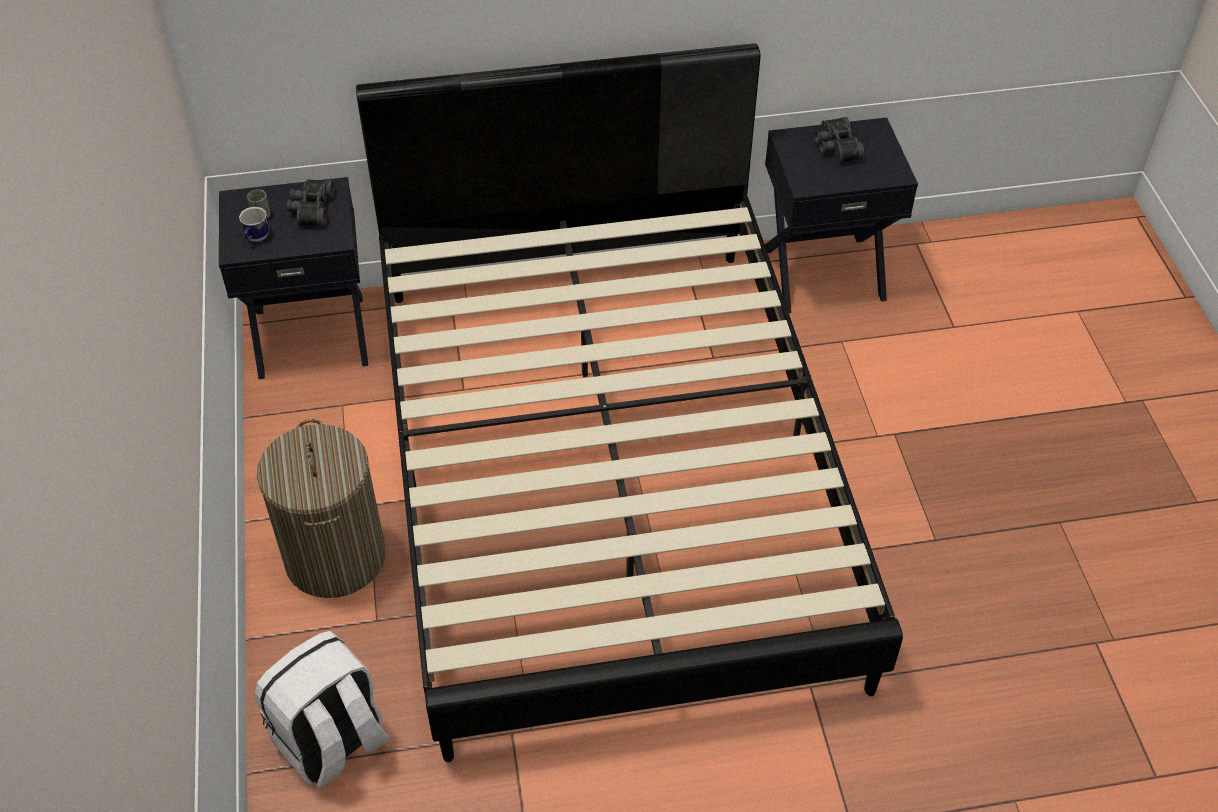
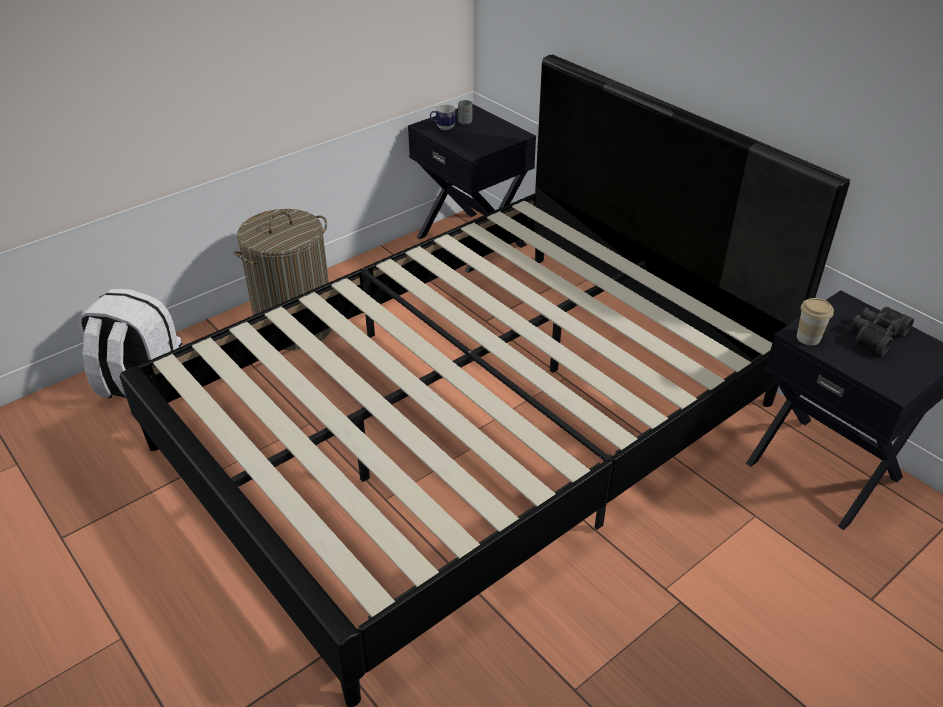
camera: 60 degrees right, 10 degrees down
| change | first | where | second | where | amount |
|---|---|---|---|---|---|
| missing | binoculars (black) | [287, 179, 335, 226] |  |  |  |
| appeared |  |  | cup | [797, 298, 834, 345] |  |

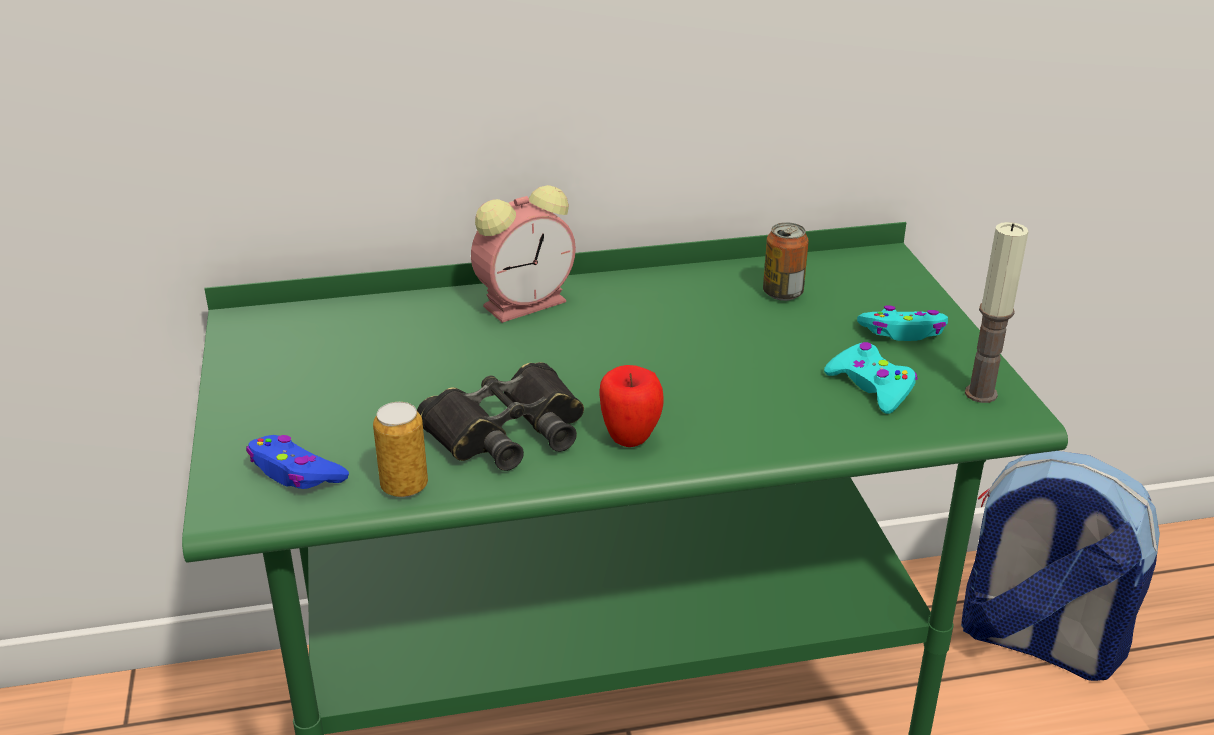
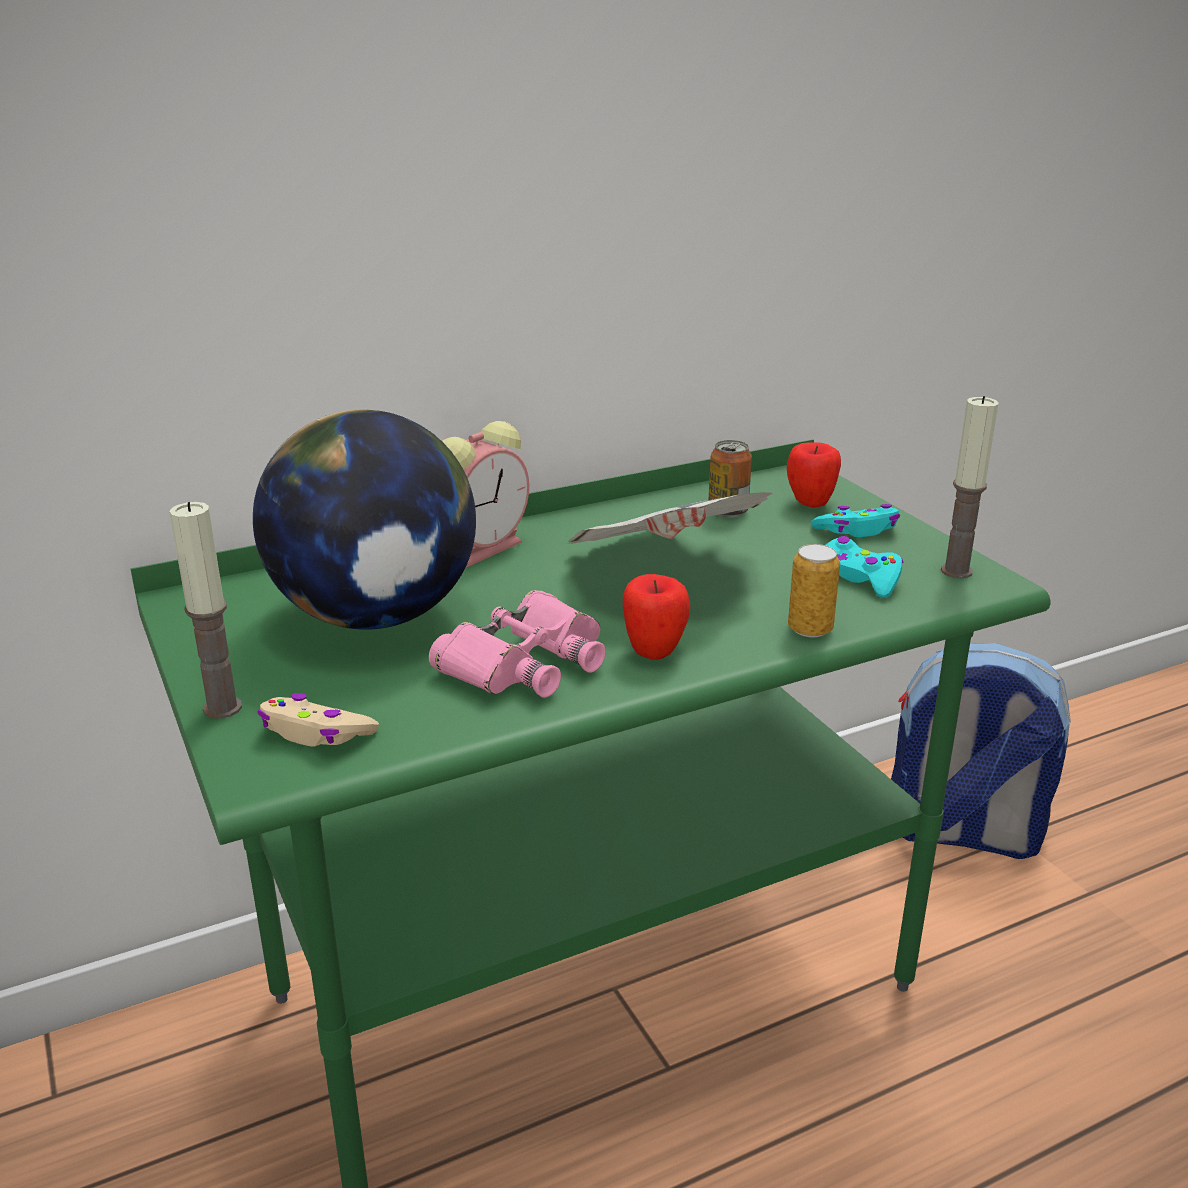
camera: 15 degrees left, 5 degrees down
| change | first | where | second | where | amount |
|---|---|---|---|---|---|
| colour | game controller (blue) | [246, 435, 349, 489] | game controller (beige) | [257, 693, 379, 746] |  |
| relocated | can | [373, 402, 428, 497] |  | [788, 544, 840, 637] |  |
| colour | binoculars (black) | [417, 362, 584, 471] | binoculars (pink) | [429, 590, 606, 698] |  |
| appeared |  |  | candle | [169, 502, 242, 719] |  |
| appeared |  |  | globe | [253, 410, 476, 630] |  |
| appeared |  |  | newspaper | [567, 492, 773, 544] |  |
| appeared |  |  | apple | [787, 442, 841, 508] |  |

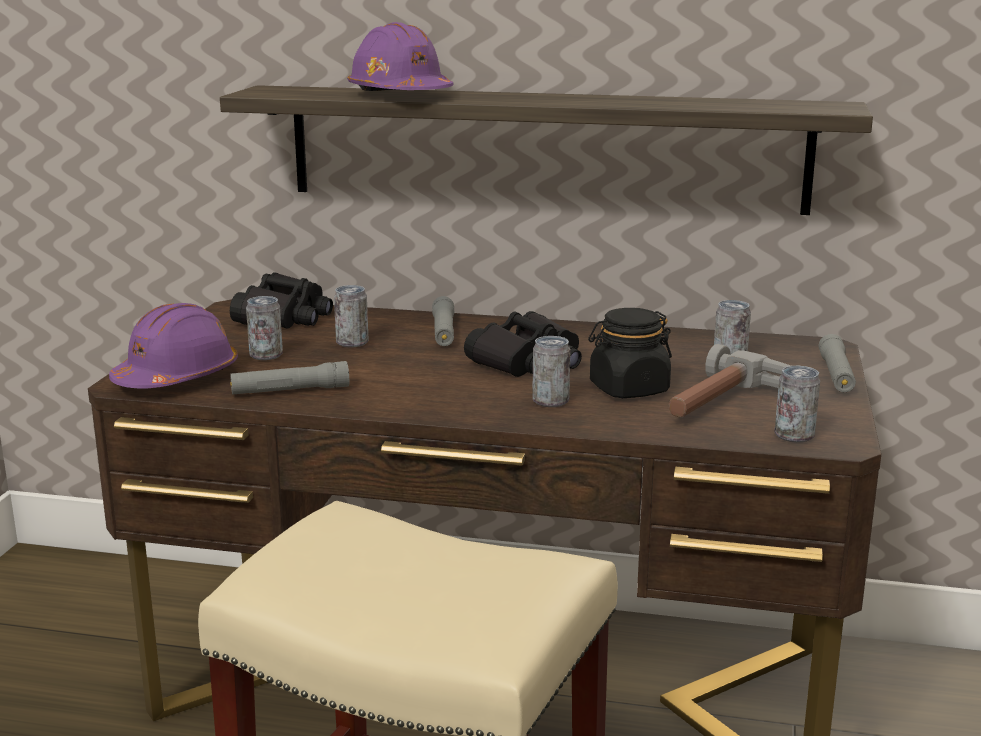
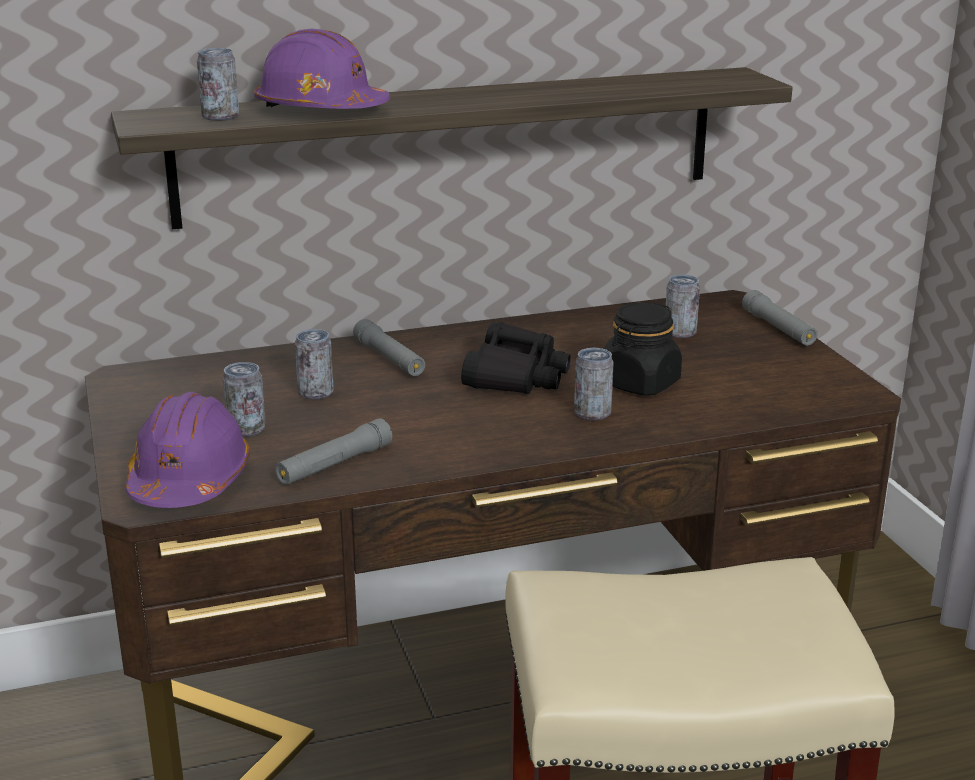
camera: 30 degrees left, 5 degrees up
| change | first | where | second | where | amount |
|---|---|---|---|---|---|
| missing | binoculars (black) | [230, 272, 333, 329] |  |  |  |
| missing | hammer | [669, 344, 791, 417] |  |  |  |
| relocated | can | [774, 366, 820, 443] |  | [197, 48, 239, 121] |  |

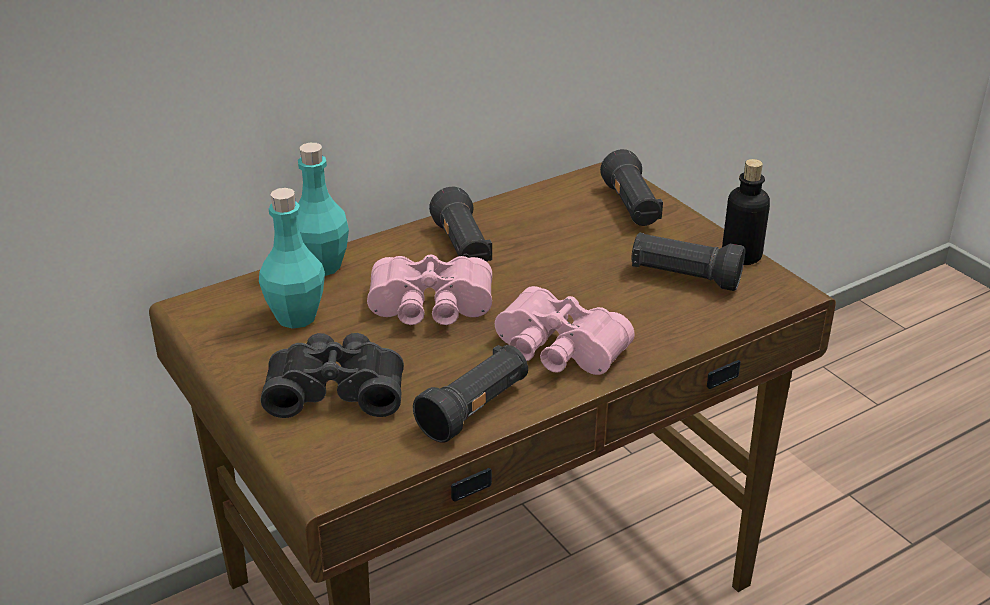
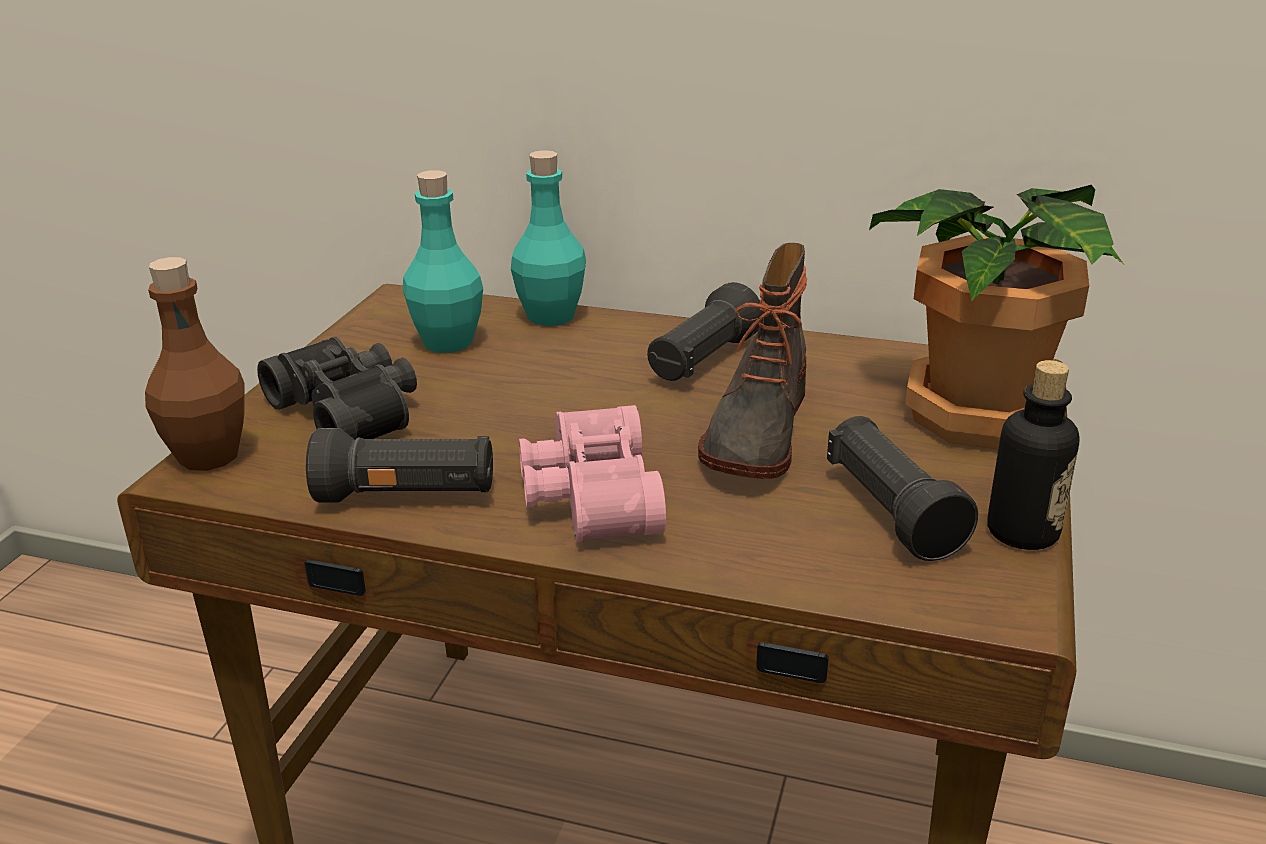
camera: 50 degrees right, 5 degrees down
| change | first | where | second | where | amount |
|---|---|---|---|---|---|
| missing | binoculars (pink) | [367, 254, 492, 325] |  |  |  |
| exchanged | flashlight (black) | [600, 149, 663, 226] | potted plant | [869, 185, 1123, 449] |  |
| appeared |  |  | bottle (brown) | [145, 257, 245, 471] |  |
| appeared |  |  | boot | [698, 243, 807, 479] |  |

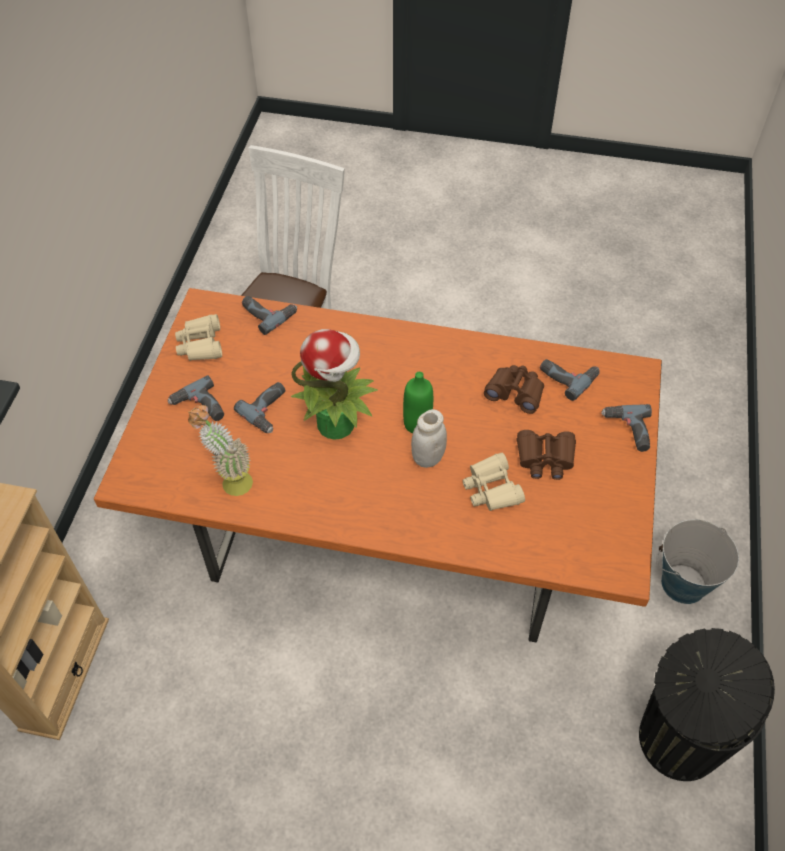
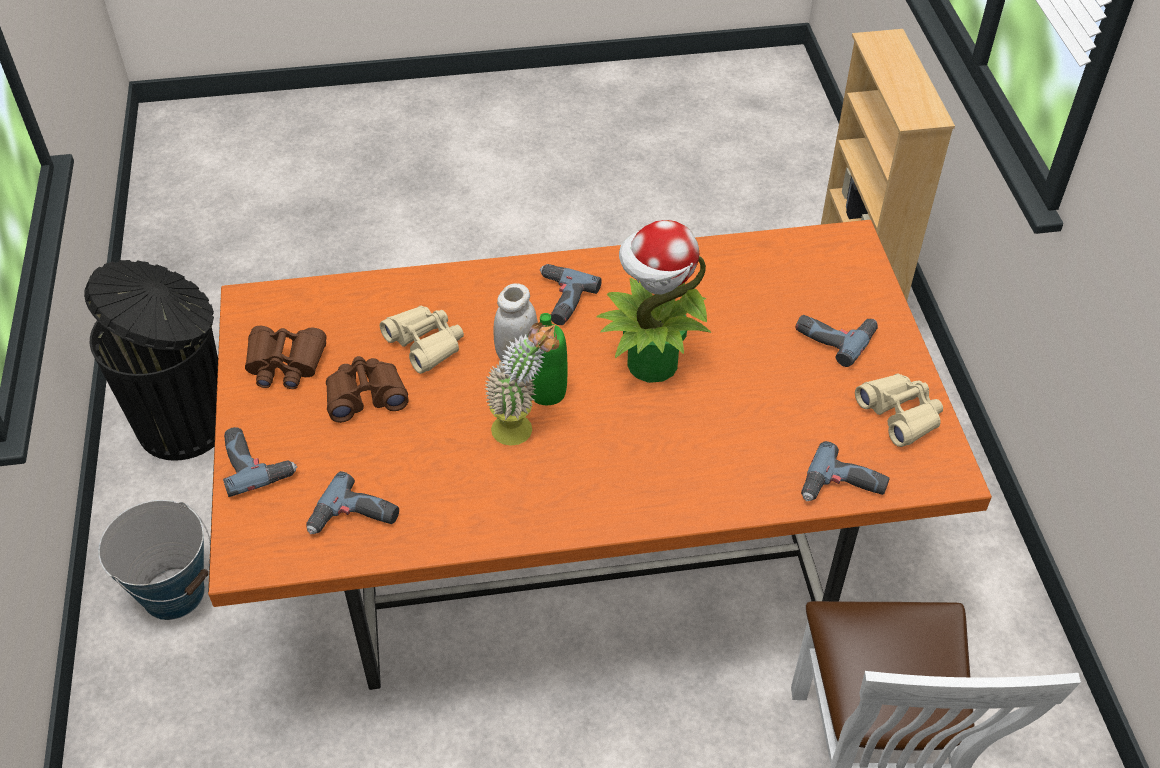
camera: 160 degrees right, 5 degrees down
| change | first | where | second | where | amount |
|---|---|---|---|---|---|
| relocated | potted plant | [188, 405, 253, 496] |  | [485, 323, 559, 446] |  |
| relocated | power drill | [234, 382, 285, 433] |  | [540, 264, 602, 325] |  |
| relocated | binoculars (brown) | [484, 365, 544, 414] |  | [245, 326, 326, 389] |  |

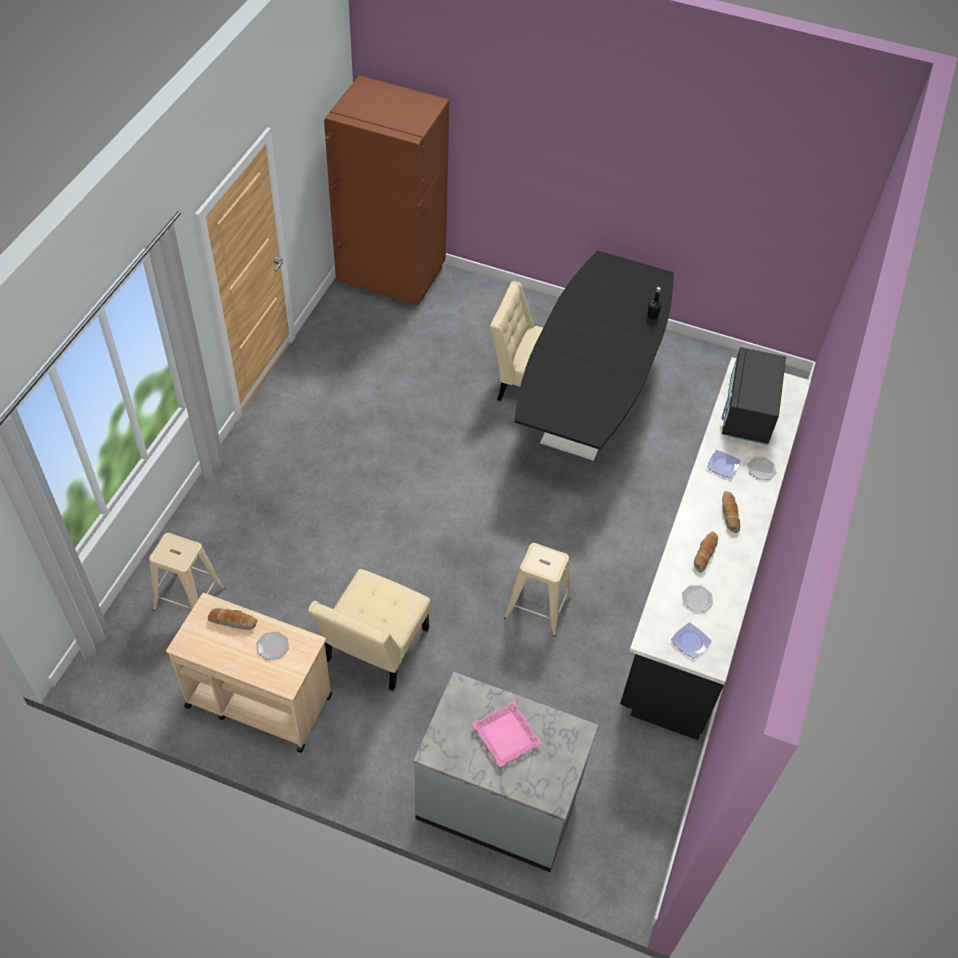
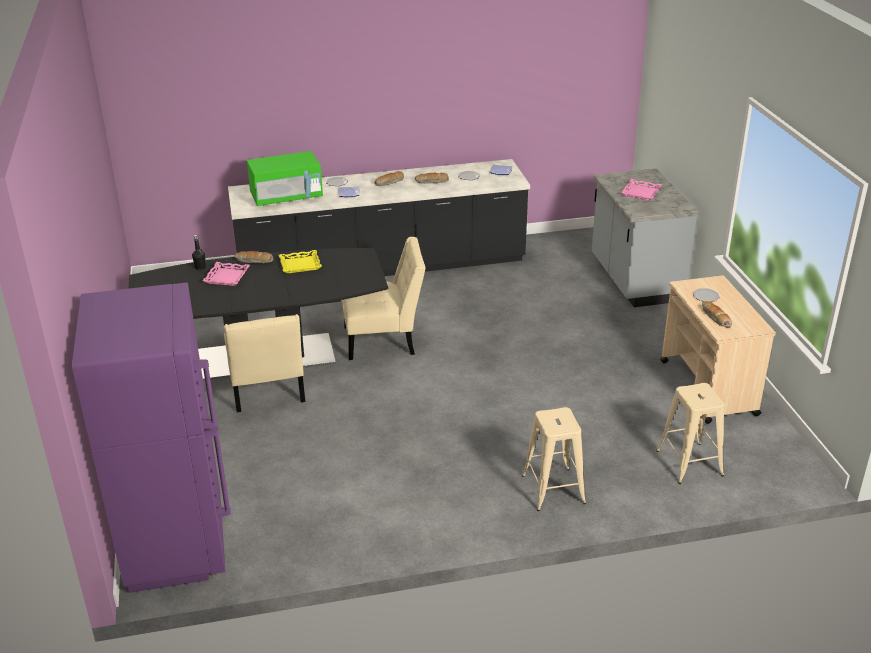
camera: 120 degrees left, 20 degrees down
| change | first | where | second | where | amount |
|---|---|---|---|---|---|
| relocated | chair (beige) | [308, 569, 431, 691] |  | [342, 237, 426, 360] |  |
| colour | fridge (brown) | [324, 76, 449, 305] | fridge (purple) | [72, 282, 231, 593] |  |
| relocated | stool (beige) | [504, 543, 571, 636] |  | [522, 407, 586, 511] |  |
| colour | microwave (black) | [721, 347, 786, 445] | microwave (green) | [247, 151, 323, 206] |  |
| appeared |  |  | tray (pink) | [202, 262, 250, 286] |  |
| appeared |  |  | bread | [234, 251, 273, 263] |  |
| appeared |  |  | tray (yellow) | [279, 250, 322, 273] |  |

